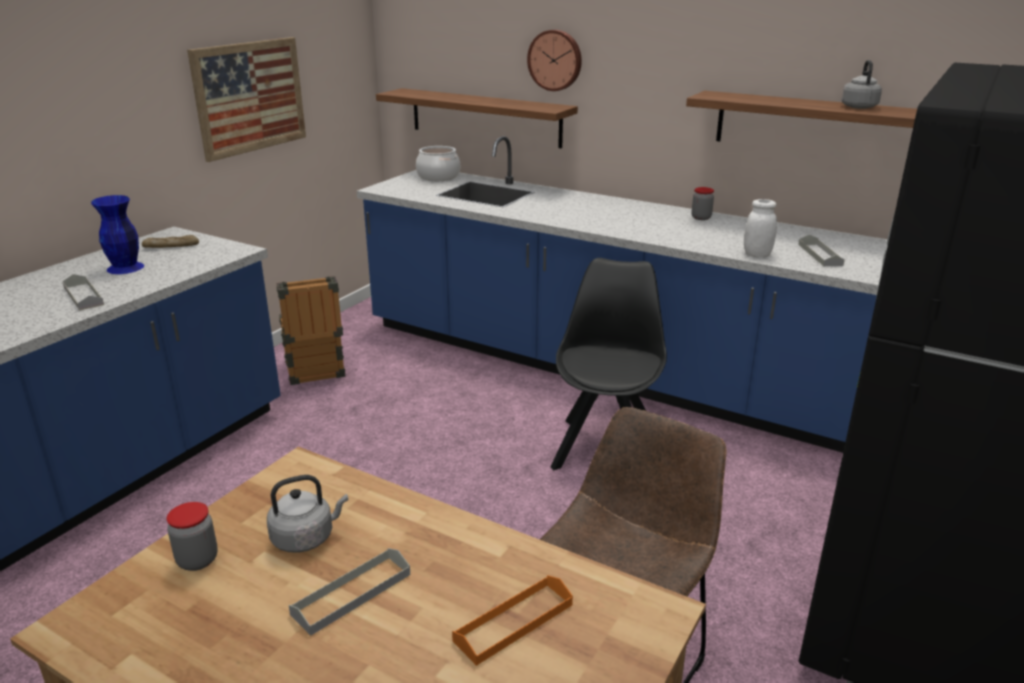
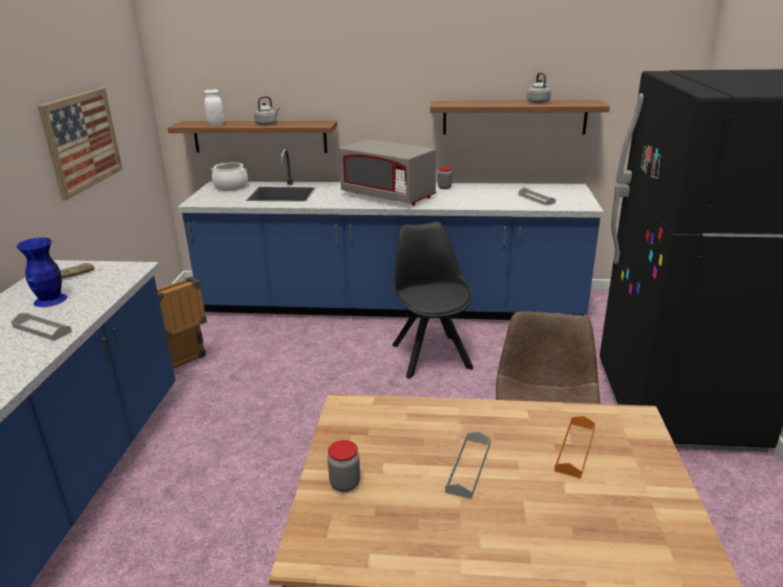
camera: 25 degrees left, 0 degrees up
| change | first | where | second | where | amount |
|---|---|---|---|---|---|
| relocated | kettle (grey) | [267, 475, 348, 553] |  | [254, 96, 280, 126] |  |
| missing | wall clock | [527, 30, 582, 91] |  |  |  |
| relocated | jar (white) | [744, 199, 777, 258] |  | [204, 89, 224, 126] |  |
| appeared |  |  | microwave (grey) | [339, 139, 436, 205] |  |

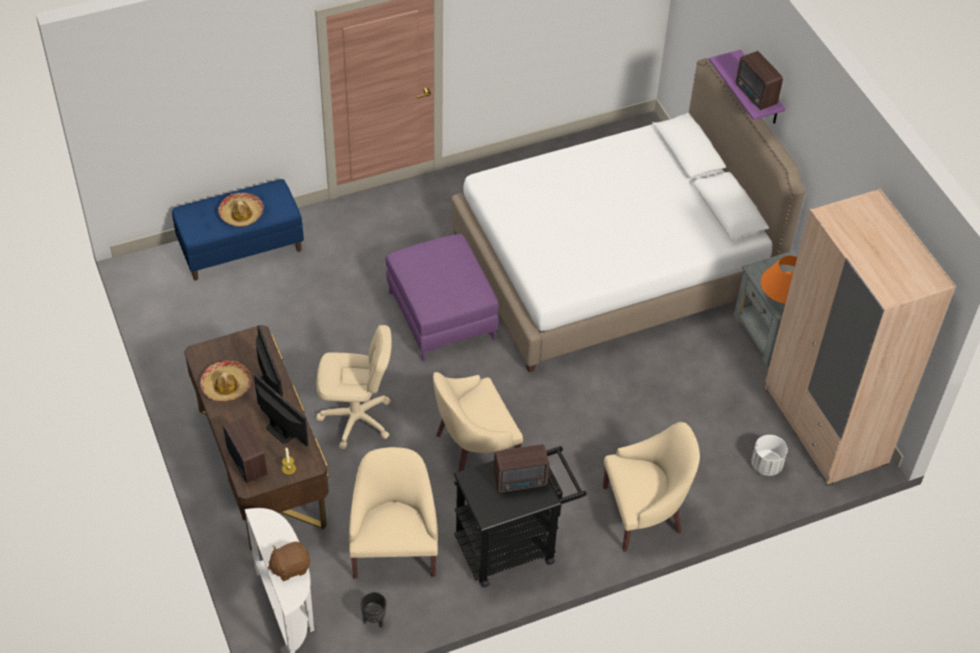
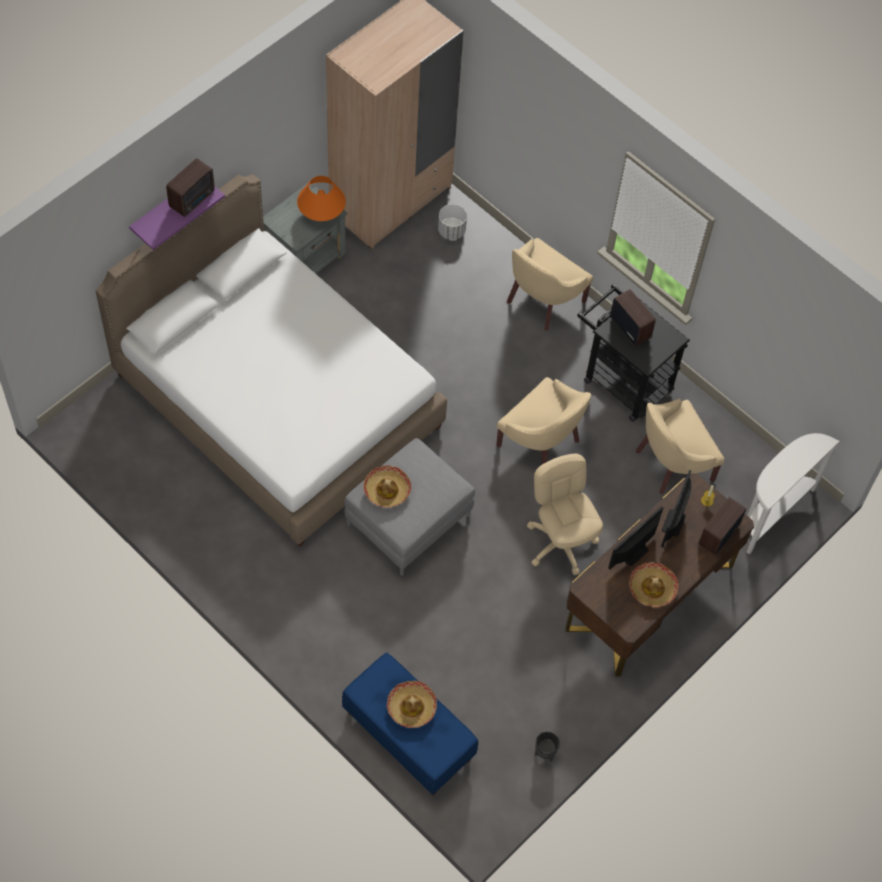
camera: 115 degrees left, 10 degrees up
| change | first | where | second | where | amount |
|---|---|---|---|---|---|
| missing | plush toy (brown) | [267, 541, 310, 581] |  |  |  |
| relocated | planter (black) | [361, 592, 386, 628] |  | [535, 731, 560, 762] |  |
| colour | ottoman (purple) | [385, 234, 499, 361] | ottoman (grey) | [345, 438, 475, 576] |  |
| spun | armchair (beige) | [603, 422, 700, 552] |  | [507, 238, 593, 331] | 105 degrees counterclockwise |
| appeared |  |  | hat | [363, 465, 411, 507] |  |

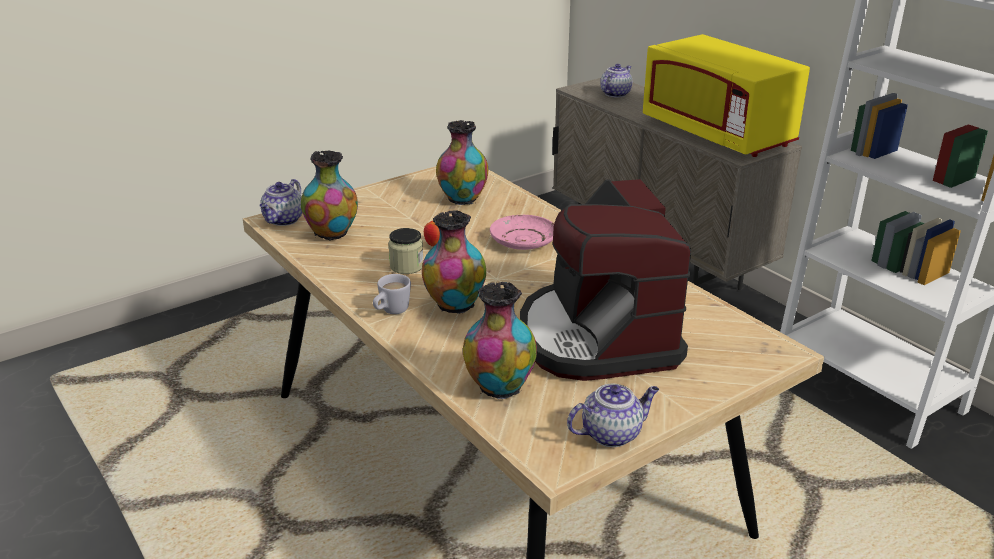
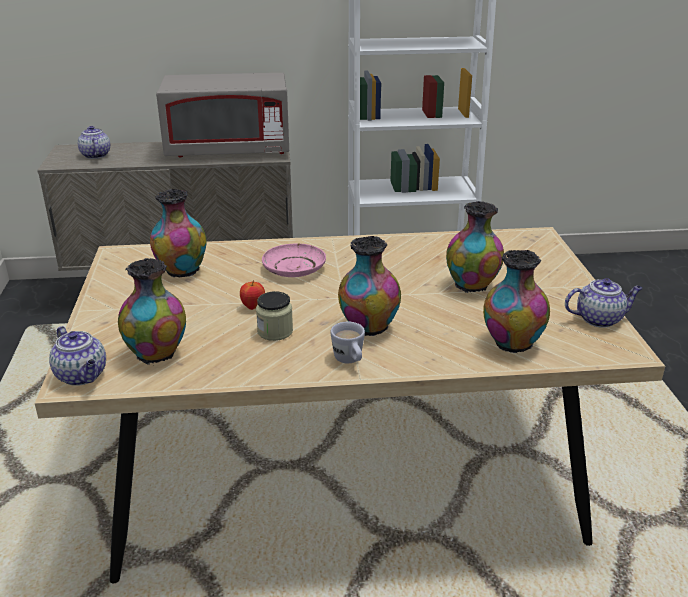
camera: 60 degrees left, 0 degrees up
| change | first | where | second | where | amount |
|---|---|---|---|---|---|
| exchanged | coffee machine | [520, 179, 691, 381] | vase | [446, 201, 504, 293] |  |
| spun | teapot | [567, 384, 659, 447] |  | [565, 278, 643, 328] | 75 degrees clockwise |
| colour | microwave (yellow) | [643, 34, 810, 157] | microwave (grey) | [156, 73, 289, 158] |  |

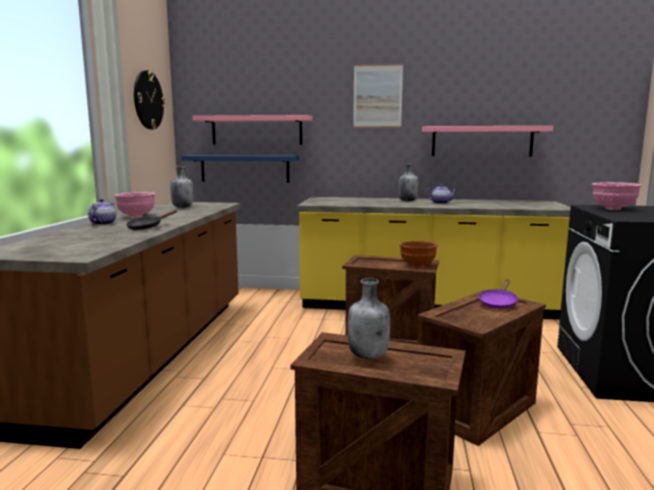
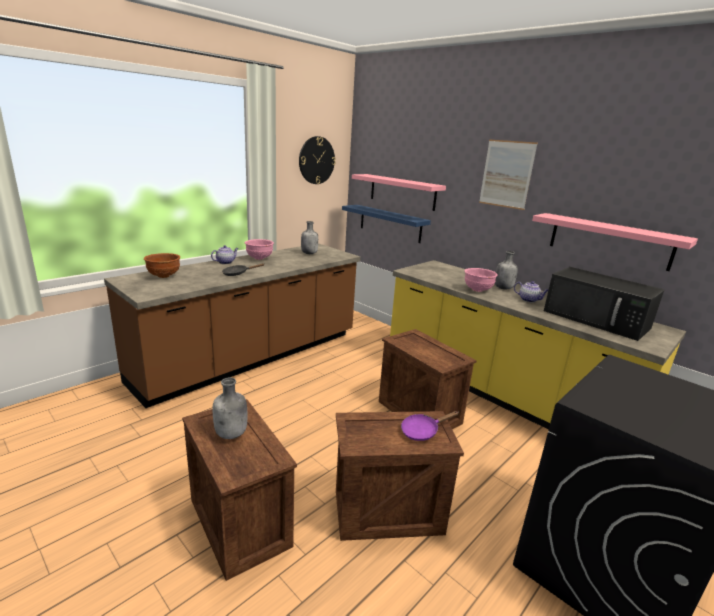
camera: 35 degrees right, 10 degrees up
| change | first | where | second | where | amount |
|---|---|---|---|---|---|
| relocated | bowl (brown) | [399, 240, 438, 267] |  | [144, 253, 180, 278] |  |
| relocated | bowl (pink) | [592, 182, 642, 210] |  | [464, 268, 497, 292] |  |
| appeared |  |  | microwave (black) | [544, 267, 664, 341] |  |

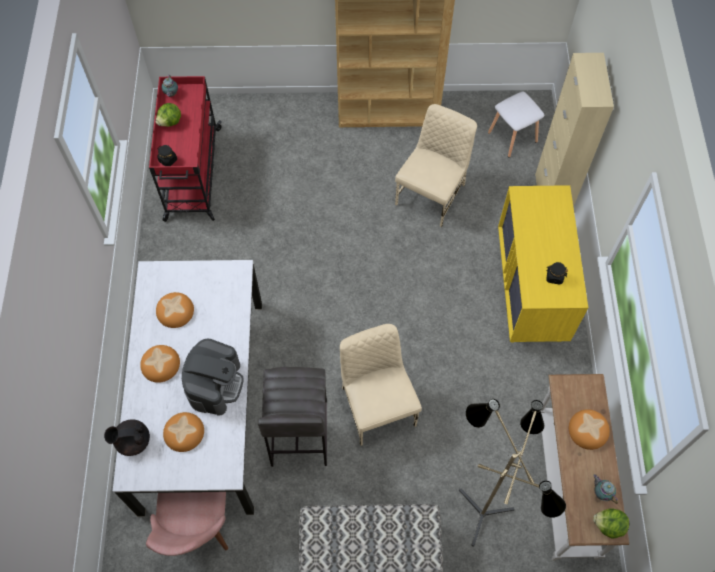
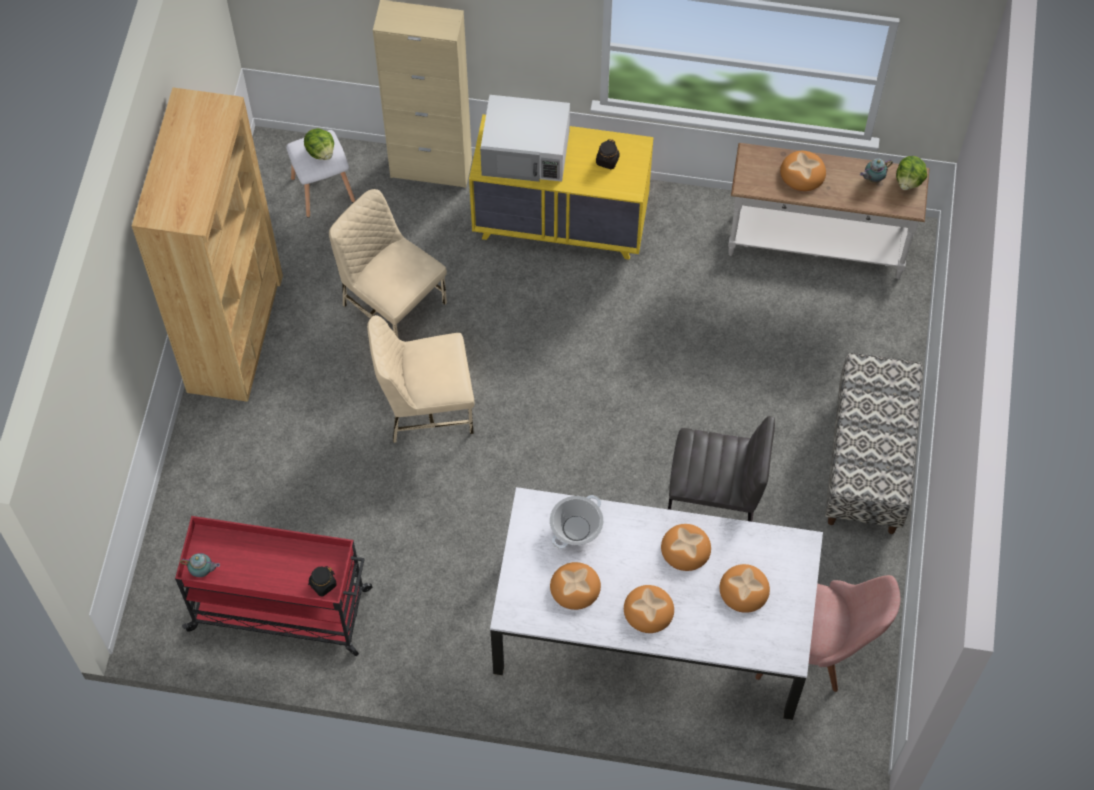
camera: 80 degrees left, 0 degrees up
| change | first | where | second | where | amount |
|---|---|---|---|---|---|
| missing | teapot (black) | [104, 419, 150, 456] |  |  |  |
| relocated | lettuce | [156, 103, 181, 127] |  | [304, 128, 334, 160] |  |
| exchanged | coffee machine | [182, 339, 243, 416] | bread | [661, 524, 711, 571] |  |
| relocated | chair (beige) | [340, 324, 422, 446] |  | [367, 315, 475, 443] |  |
| missing | floor lamp | [459, 399, 566, 547] |  |  |  |
| appeared |  |  | microwave (white) | [480, 95, 570, 182] |  |
| appeared |  |  | cooking pot | [550, 495, 604, 549] |  |

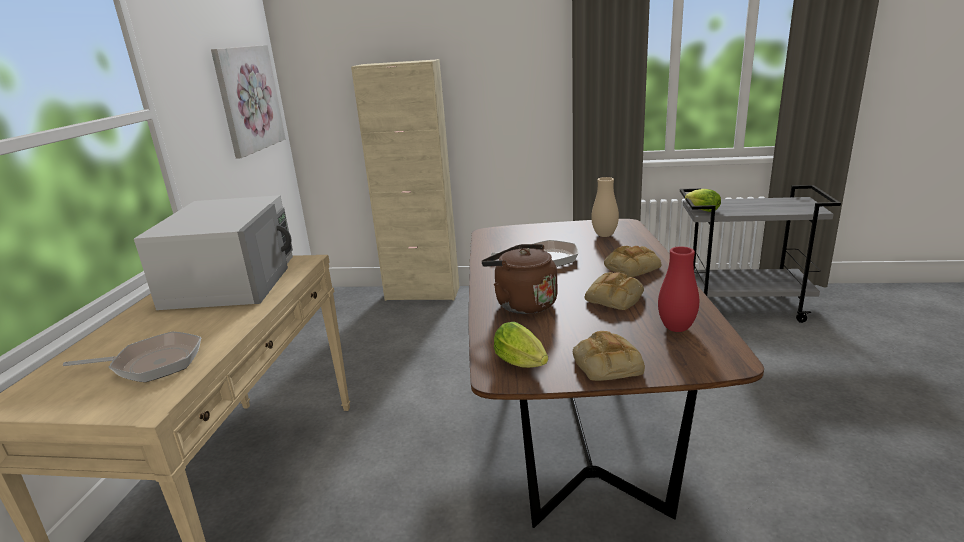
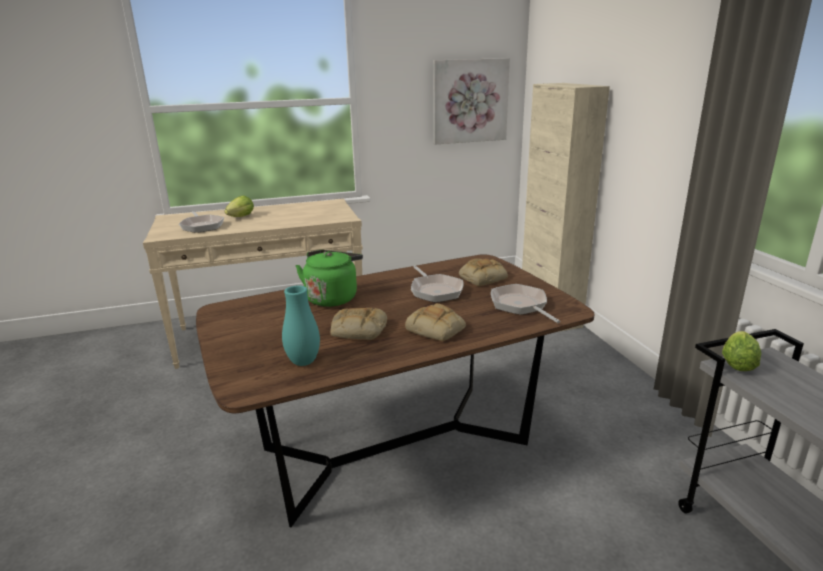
camera: 65 degrees right, 0 degrees up
| change | first | where | second | where | amount |
|---|---|---|---|---|---|
| missing | microwave (white) | [134, 195, 293, 310] |  |  |  |
| colour | kettle (brown) | [482, 244, 557, 314] | kettle (green) | [296, 250, 363, 307] |  |
| relocated | lettuce | [494, 322, 548, 368] |  | [224, 196, 254, 217] |  |
| relocated | bread | [573, 331, 645, 381] |  | [459, 259, 508, 286] |  |
| exchanged | vase (beige) | [591, 177, 619, 237] | frying pan | [491, 284, 560, 323] |  |
| colour | vase (red) | [658, 246, 699, 332] | vase (turquoise) | [282, 286, 320, 366] |  |

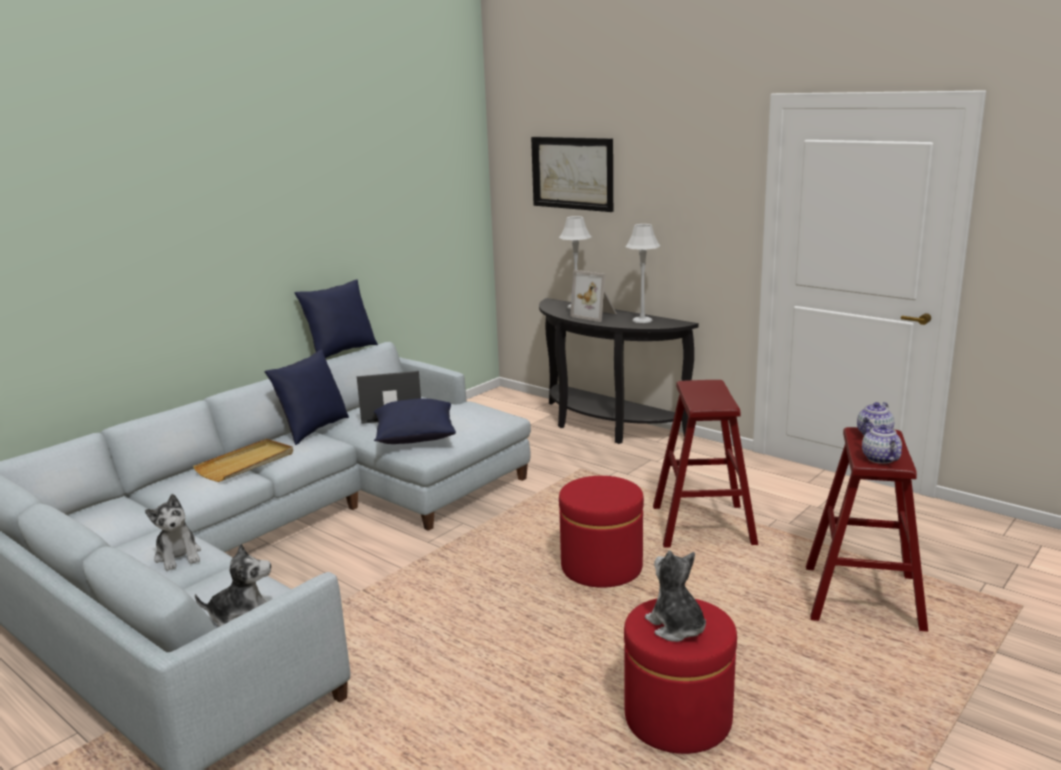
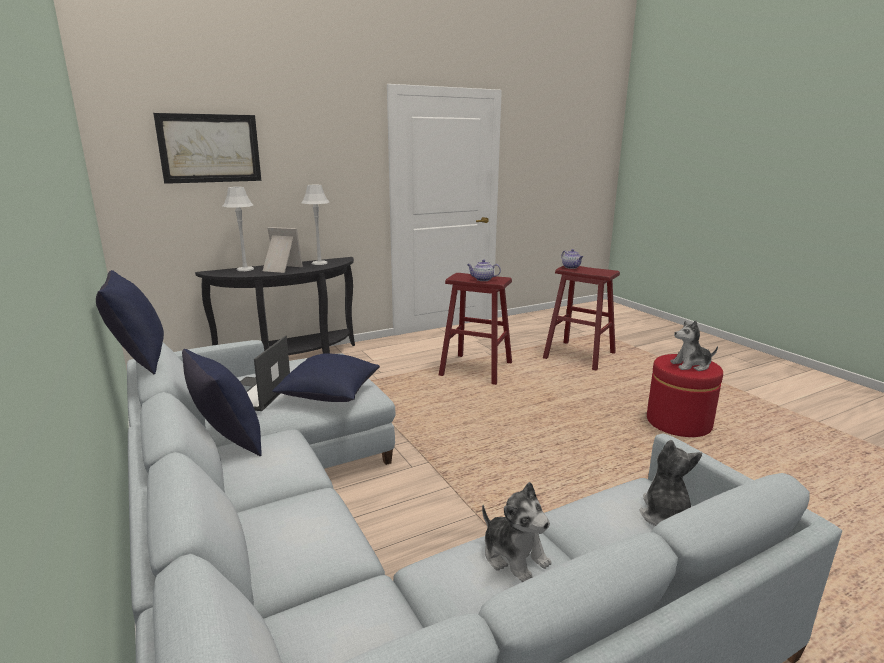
camera: 70 degrees left, 0 degrees up
| change | first | where | second | where | amount |
|---|---|---|---|---|---|
| spun | plush toy | [145, 494, 201, 571] |  | [482, 482, 551, 582] | 60 degrees clockwise |
| missing | tray (beige) | [193, 439, 293, 482] |  |  |  |
| missing | ottoman (red) | [559, 476, 644, 588] |  |  |  |
| spun | picture frame | [570, 270, 617, 322] |  | [263, 227, 303, 273] | 135 degrees counterclockwise |
| relocated | teapot | [862, 423, 902, 464] |  | [467, 260, 501, 281] |  |

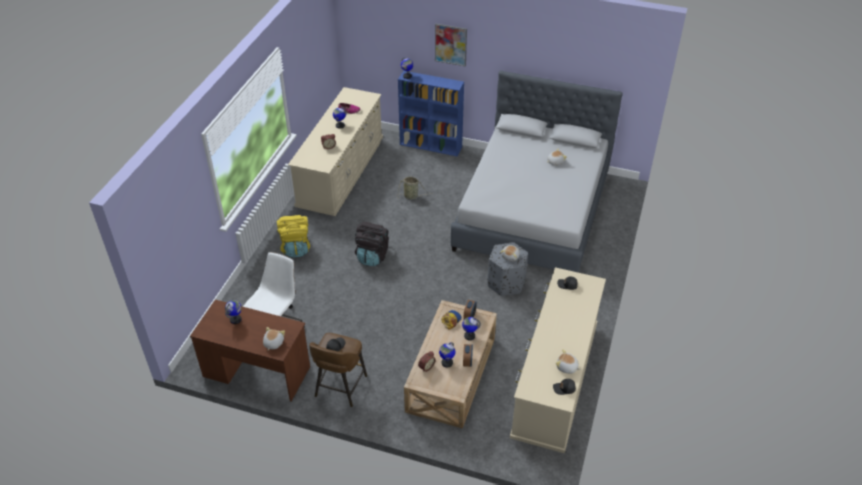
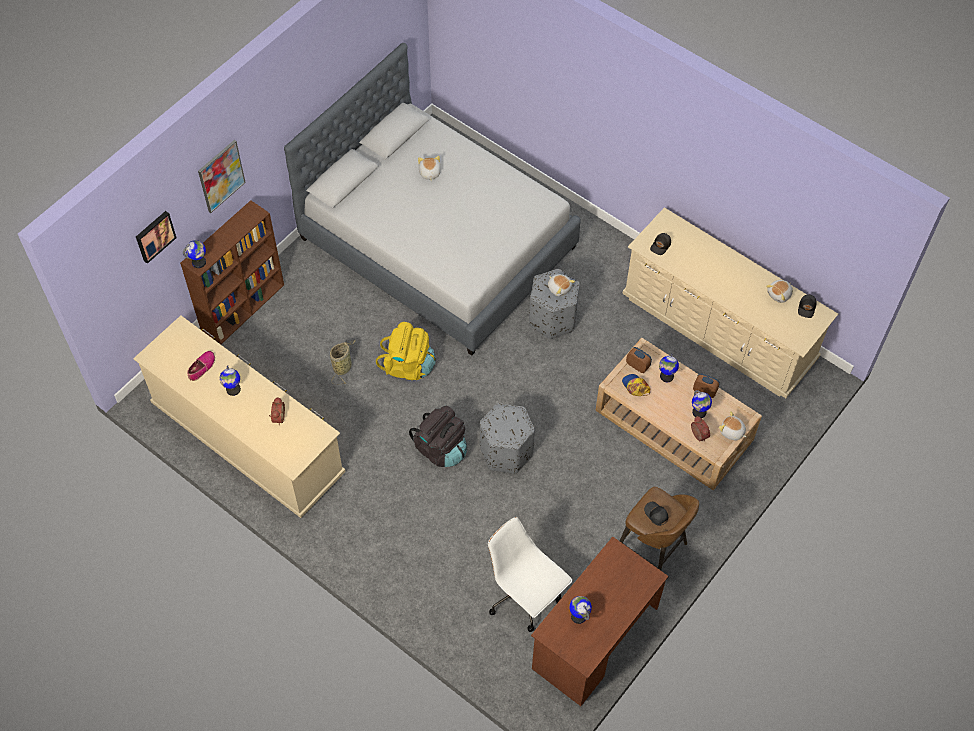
camera: 70 degrees left, 15 degrees up
| change | first | where | second | where | amount |
|---|---|---|---|---|---|
| relocated | plush toy | [263, 327, 285, 350] |  | [719, 411, 747, 440] |  |
| relocated | backpack (yellow) | [277, 215, 310, 258] |  | [376, 322, 436, 380] |  |
| colour | bookcase (blue) | [398, 71, 464, 157] | bookcase (brown) | [180, 200, 284, 344] |  |
| appeared |  |  | picture | [136, 211, 177, 264] |  |
| appeared |  |  | ottoman (grey) | [480, 403, 535, 474] |  |

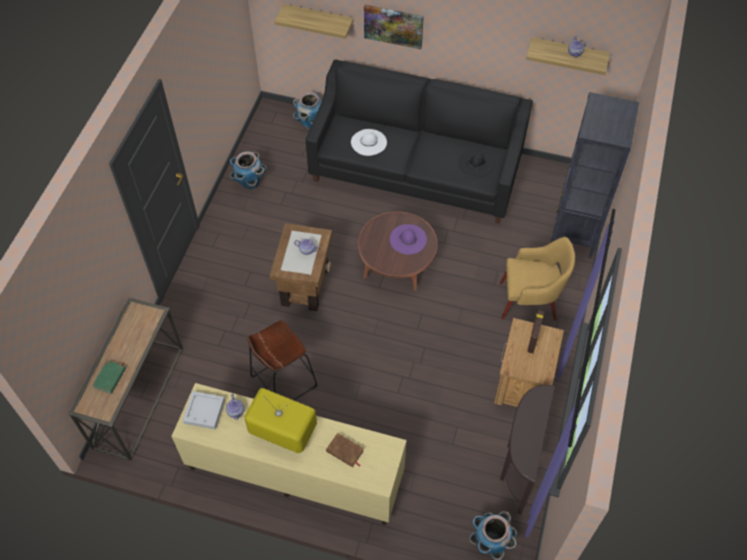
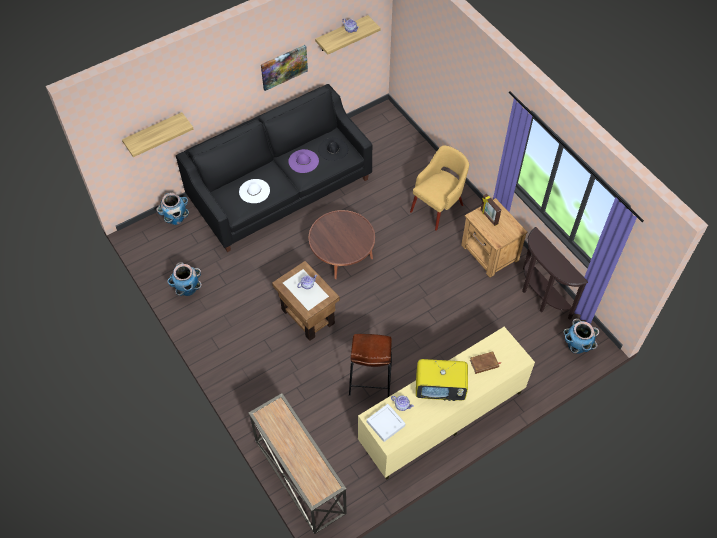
camera: 50 degrees left, 0 degrees up
| change | first | where | second | where | amount |
|---|---|---|---|---|---|
| missing | book (green) | [92, 360, 126, 394] |  |  |  |
| spun | television | [244, 388, 317, 453] |  | [416, 359, 468, 401] | 150 degrees counterclockwise |
| relocated | picture | [364, 5, 424, 50] |  | [261, 45, 308, 91] |  |
| relocated | hat (purple) | [390, 224, 427, 255] |  | [288, 149, 319, 173] |  |
| missing | bookcase (black) | [551, 92, 639, 258] |  |  |  |

